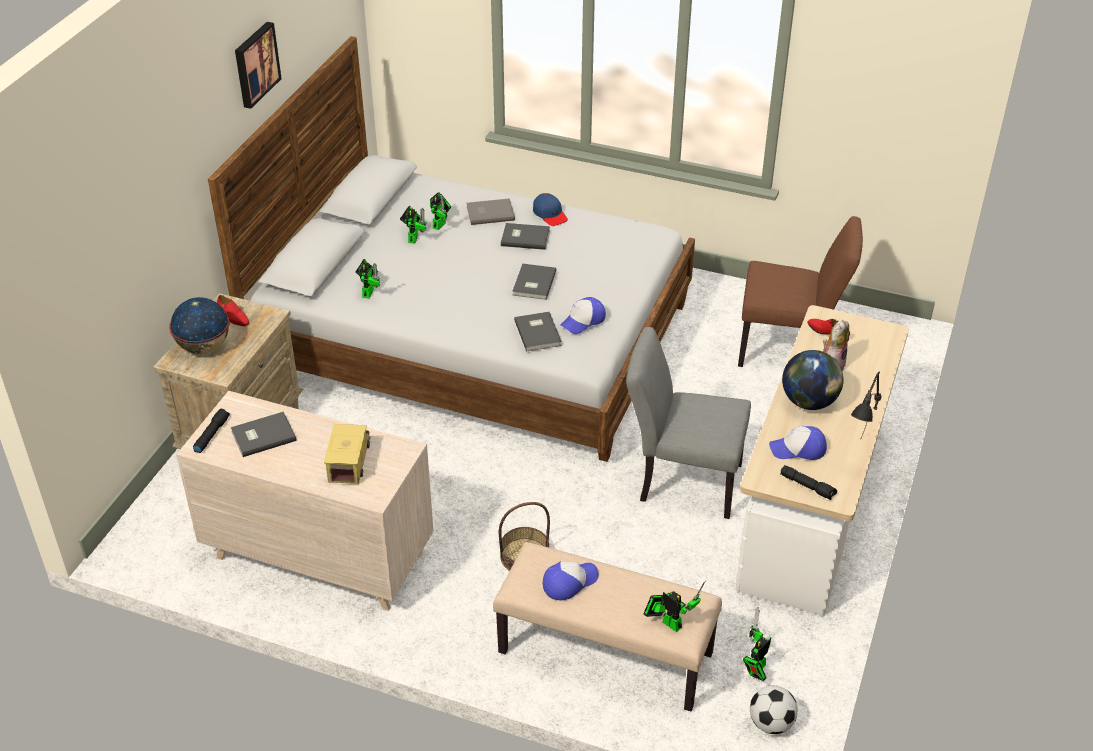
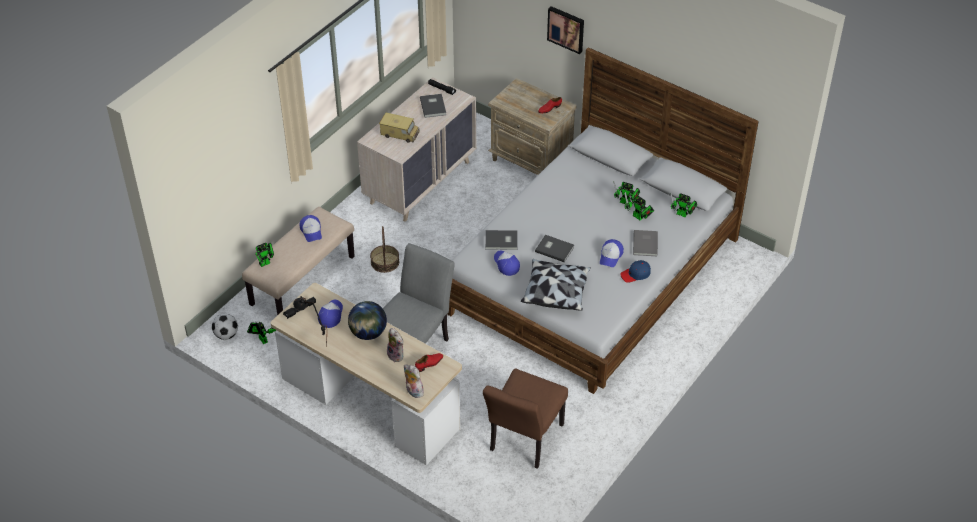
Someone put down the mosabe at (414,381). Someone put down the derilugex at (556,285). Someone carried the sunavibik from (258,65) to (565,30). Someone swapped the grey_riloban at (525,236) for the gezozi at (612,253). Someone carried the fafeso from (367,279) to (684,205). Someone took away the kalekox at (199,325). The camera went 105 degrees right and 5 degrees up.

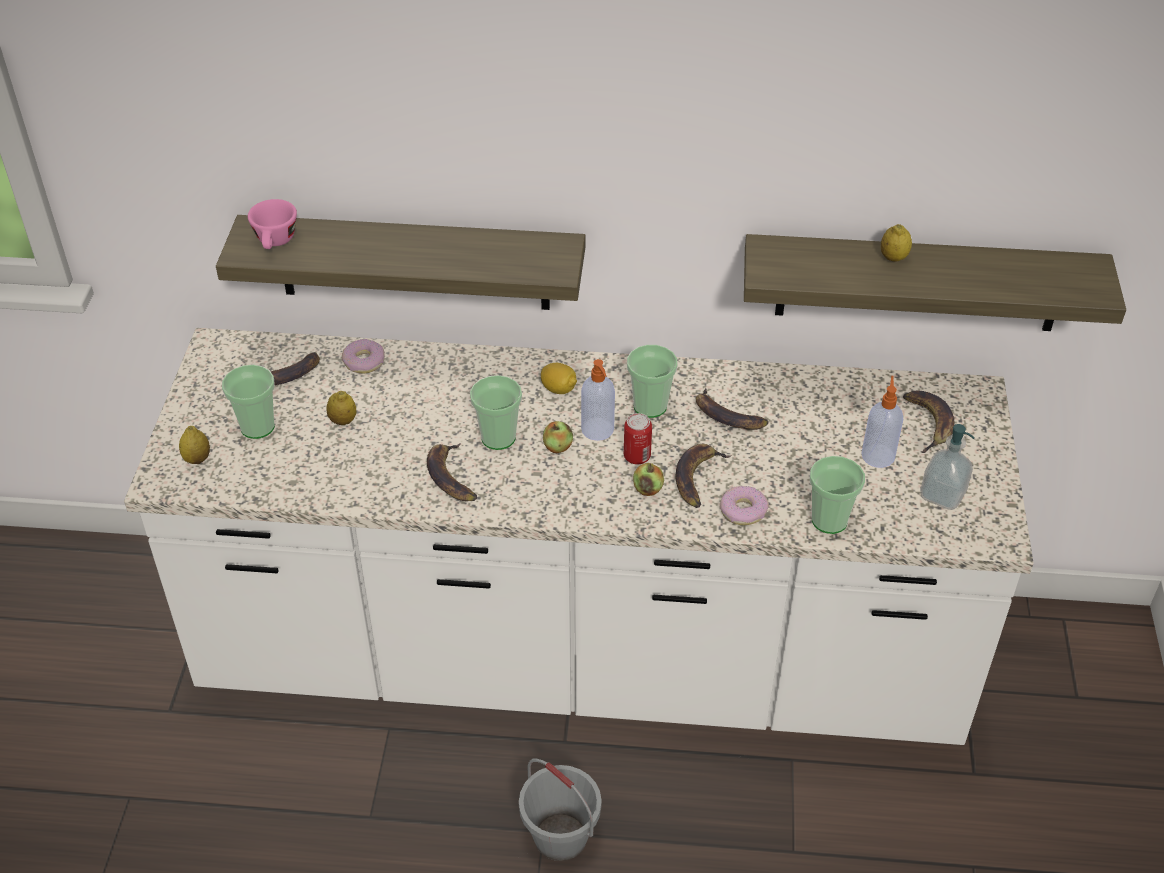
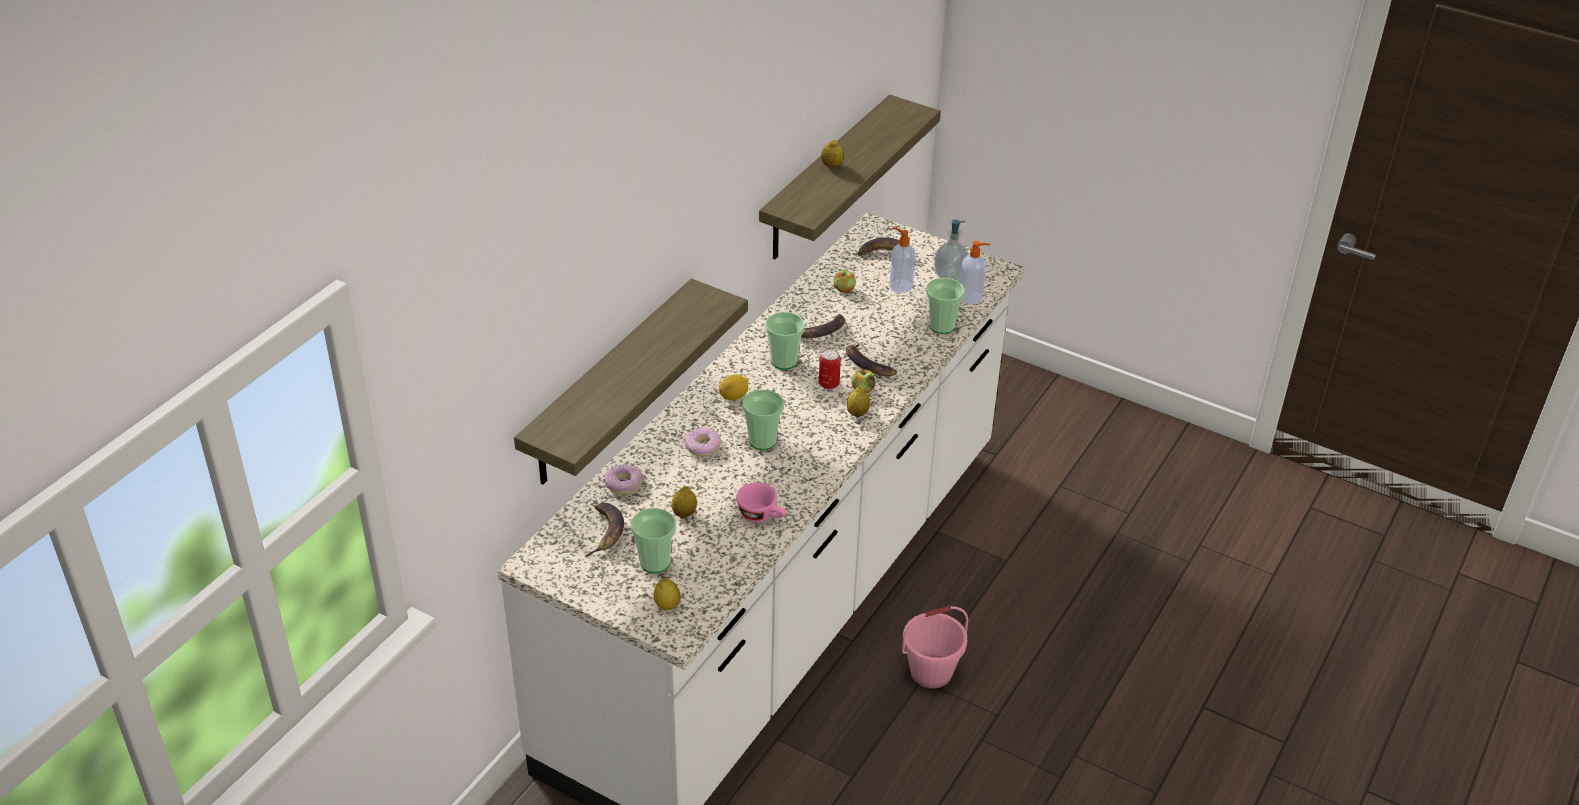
Someone carried the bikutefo from (744,505) to (703,442). Someone carried the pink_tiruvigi from (272,224) to (761,502). Someone carried the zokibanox from (558,437) to (844,281). Someone put down the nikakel at (858,401). Someone repainted the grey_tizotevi at (560,810), which became the pink_tizotevi at (935,646). Someone carried the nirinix from (598,400) to (975,272). Someone took away the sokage at (452,472). The camera went 65 degrees left and 5 degrees down.

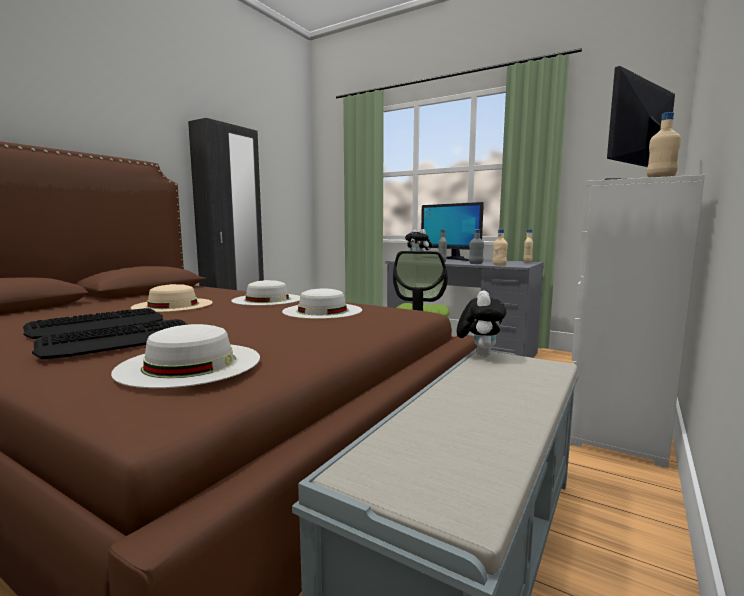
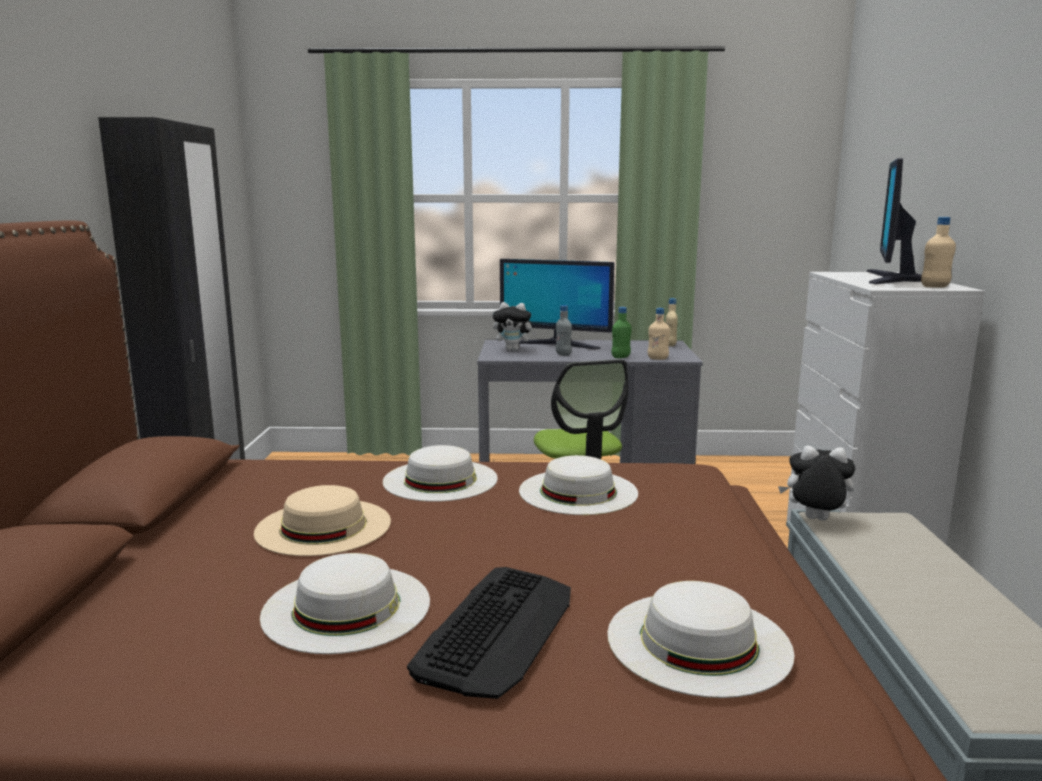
Someone swapped the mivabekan at (93,323) for the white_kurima at (345,603). Someone repainted the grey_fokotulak at (476,246), which became the green_fokotulak at (621,332). Someone rotated the mosabe at (481,323) by 60 degrees counterclockwise. The camera went 30 degrees left and 5 degrees up.

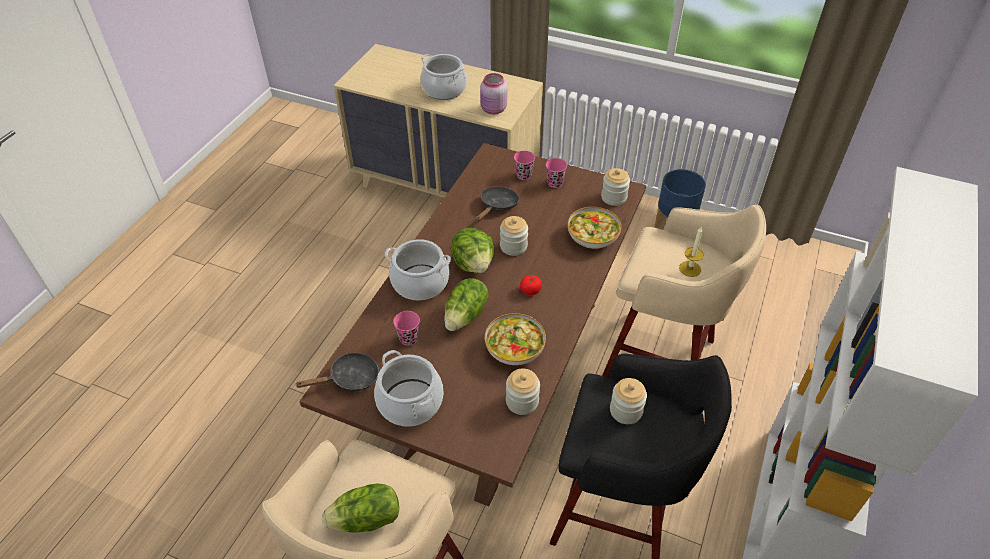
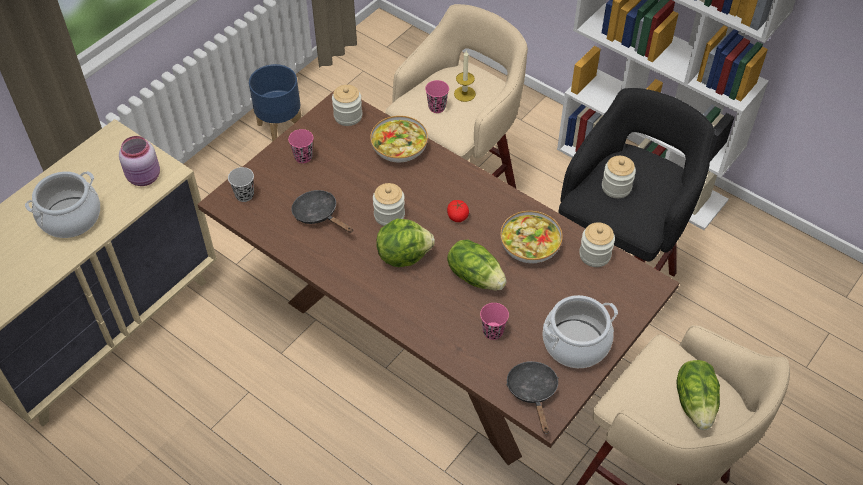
Someone put down the black_tiruvigi at (241,184). Someone carried the pink_tiruvigi from (524,165) to (437,96). Someone took away the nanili at (418,270). The camera went 75 degrees left and 5 degrees up.

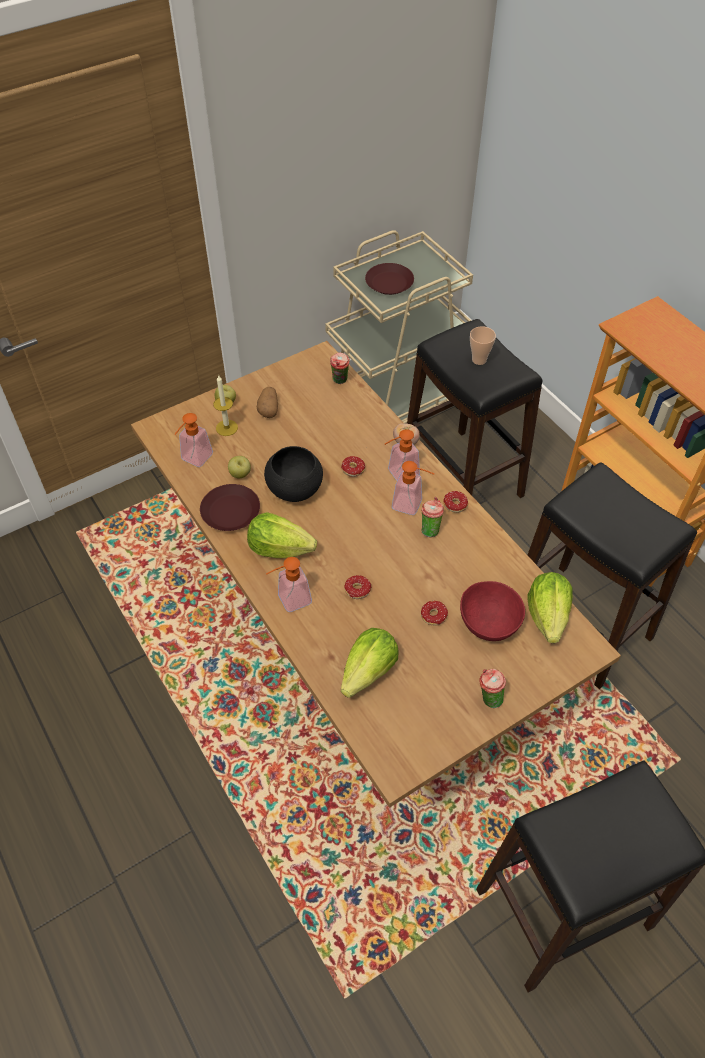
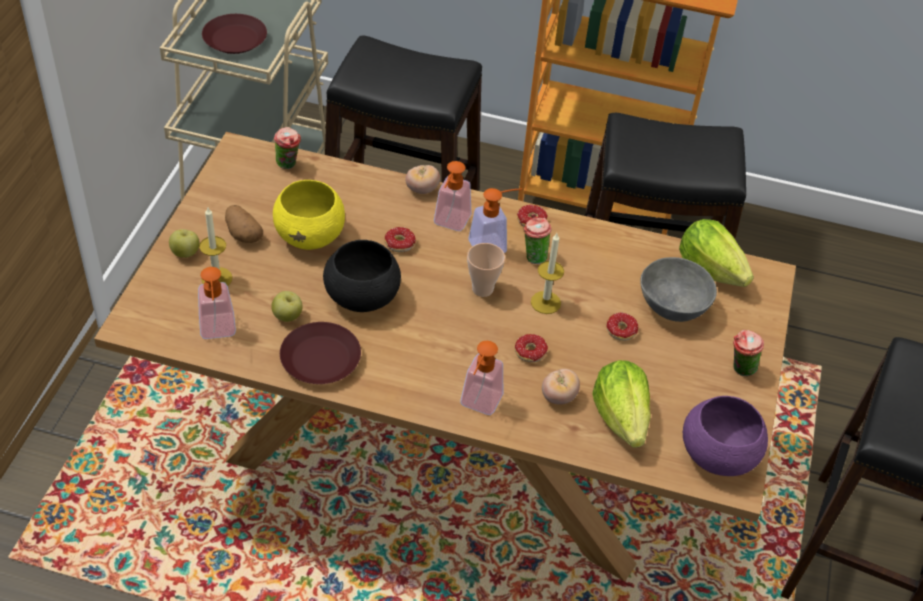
Someone put down the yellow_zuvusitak at (309,215). Someone carried the tiruvigi from (483,345) to (486,270). Someone put down the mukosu at (547,273). Someone put down the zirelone at (561,387). Someone repainted the red_zuvusitak at (492,611), which became the grey_zuvusitak at (678,289). Someone put down the purple_zuvusitak at (725,436). Someone took away the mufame at (282,535). The camera went 45 degrees left and 5 degrees down.

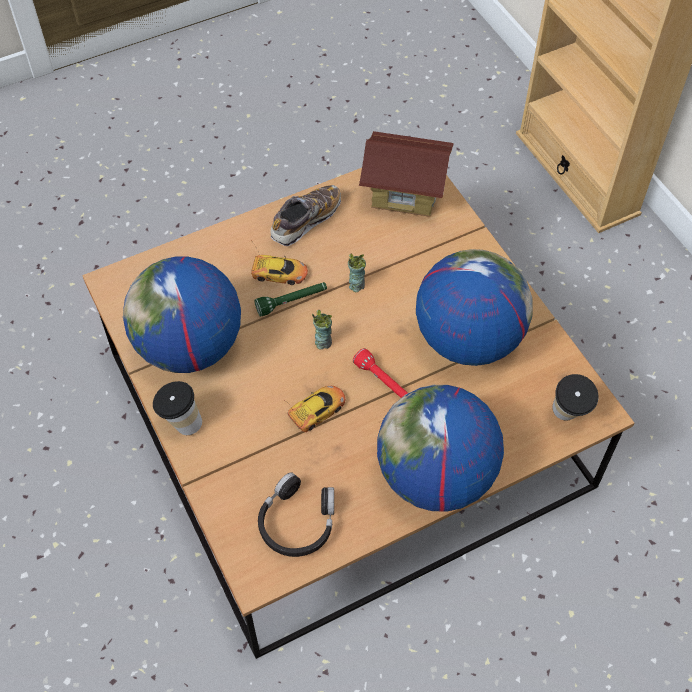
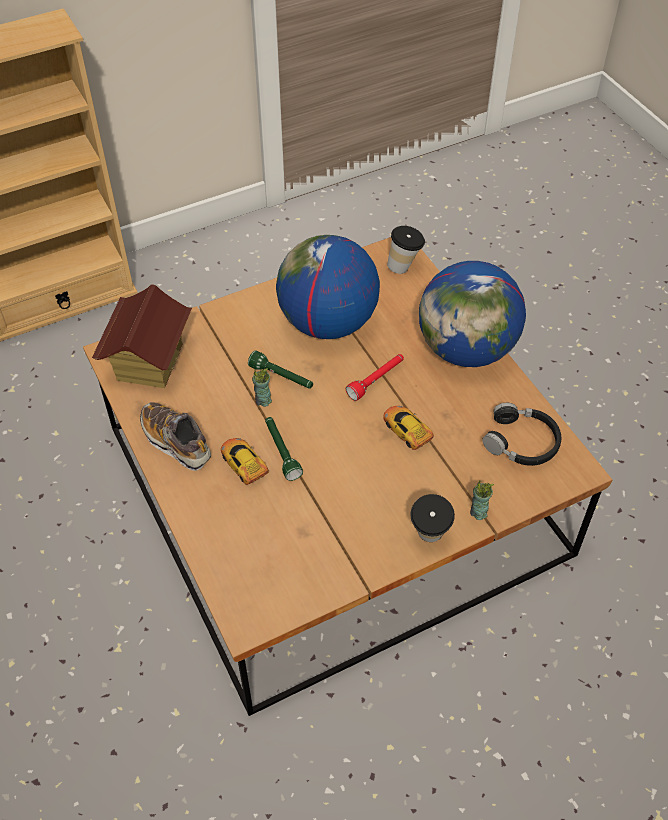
Someone rotated the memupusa at (279,262) by 45 degrees counterclockwise. Someone put down the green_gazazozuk at (280,370). Someone carried the tiruvigi from (322,329) to (482,500). Someone took away the kalekox at (182,314). The camera went 90 degrees left and 5 degrees down.

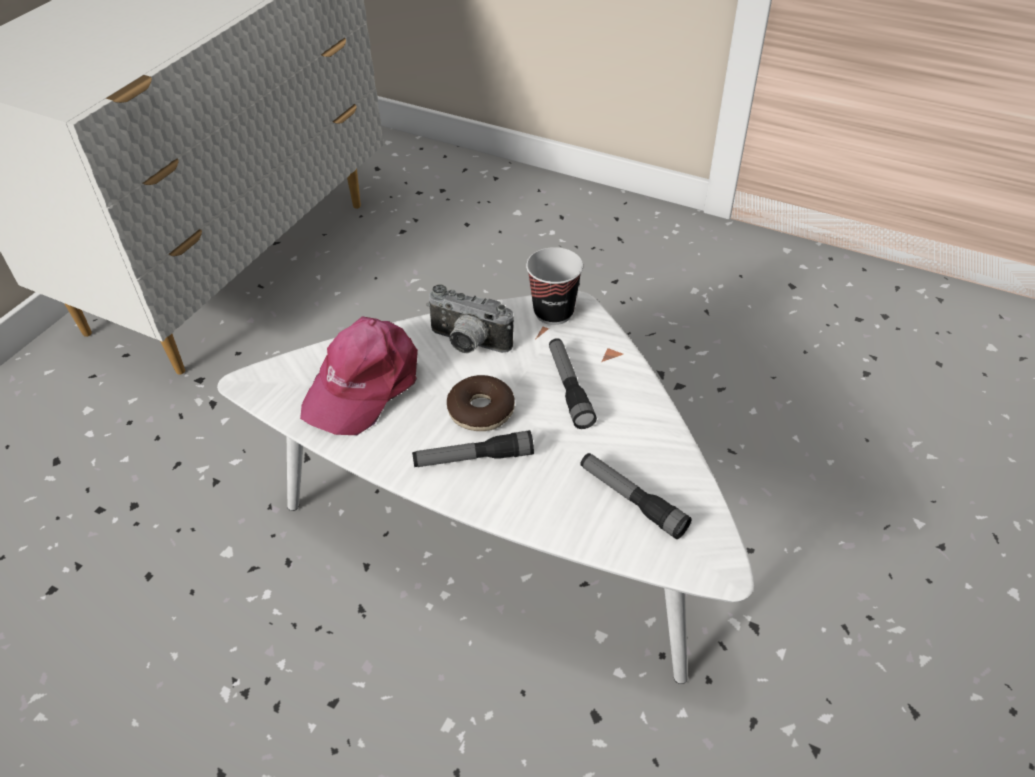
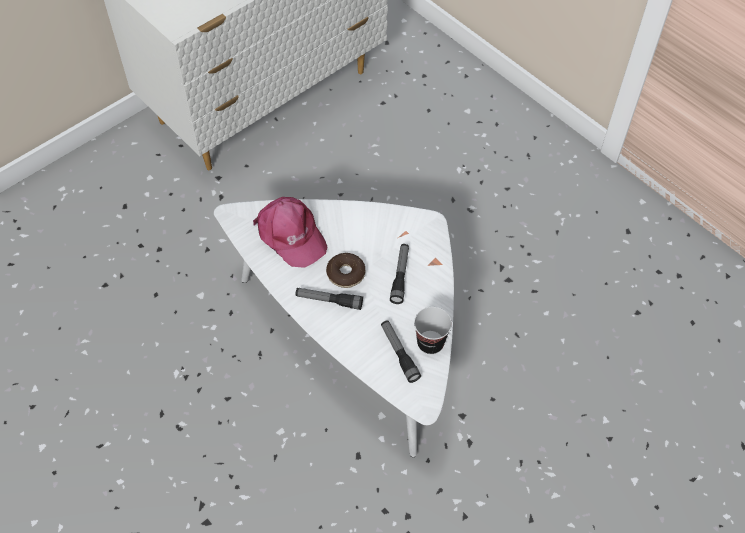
Someone rotated the pink_gezozi at (359,375) by 90 degrees counterclockwise. Someone carried the tiruvigi from (554,286) to (433,330). Someone took away the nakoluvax at (470,319). The camera went 20 degrees right and 10 degrees up.

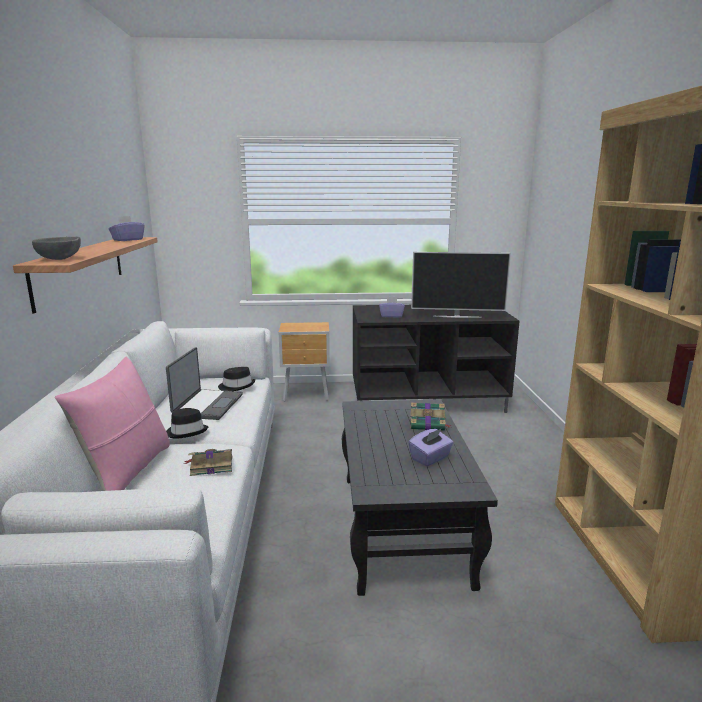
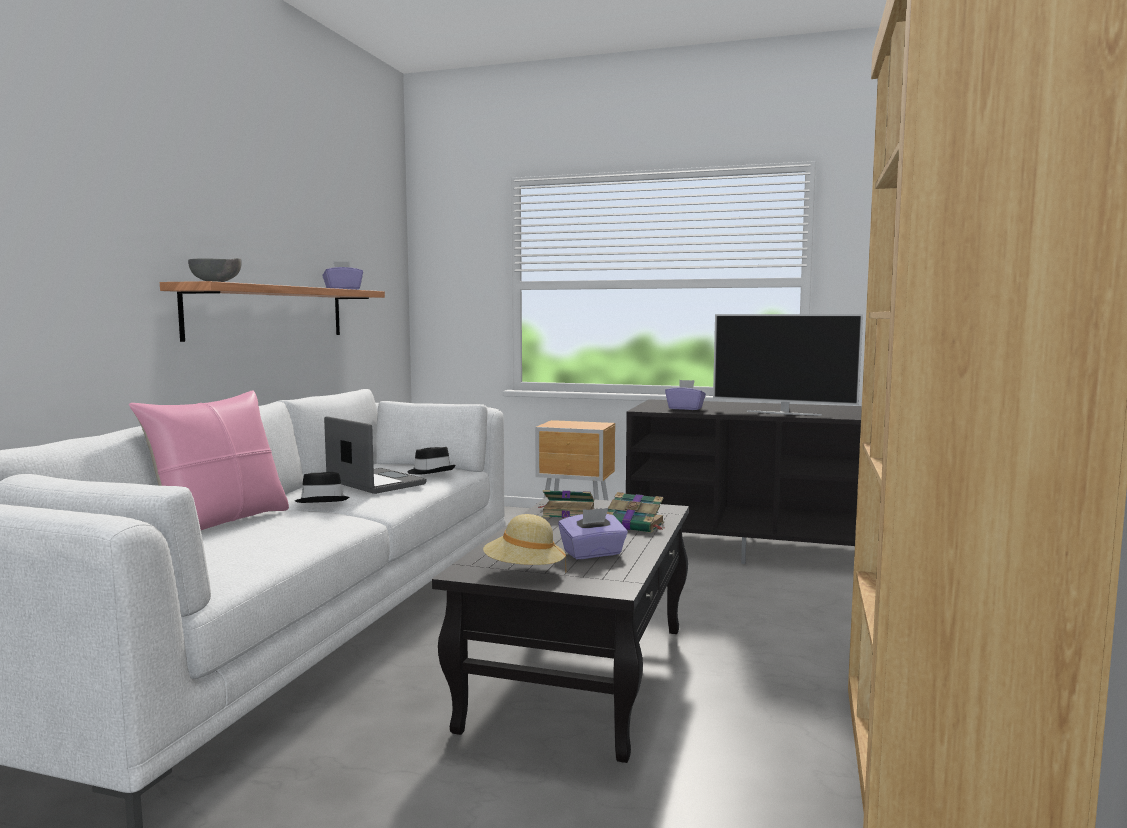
Someone rotated the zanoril at (204,383) by 75 degrees counterclockwise. Someone put down the beige_kurima at (524,543). Someone carried the riloban from (208,462) to (566,504). The camera went 20 degrees right and 10 degrees down.

